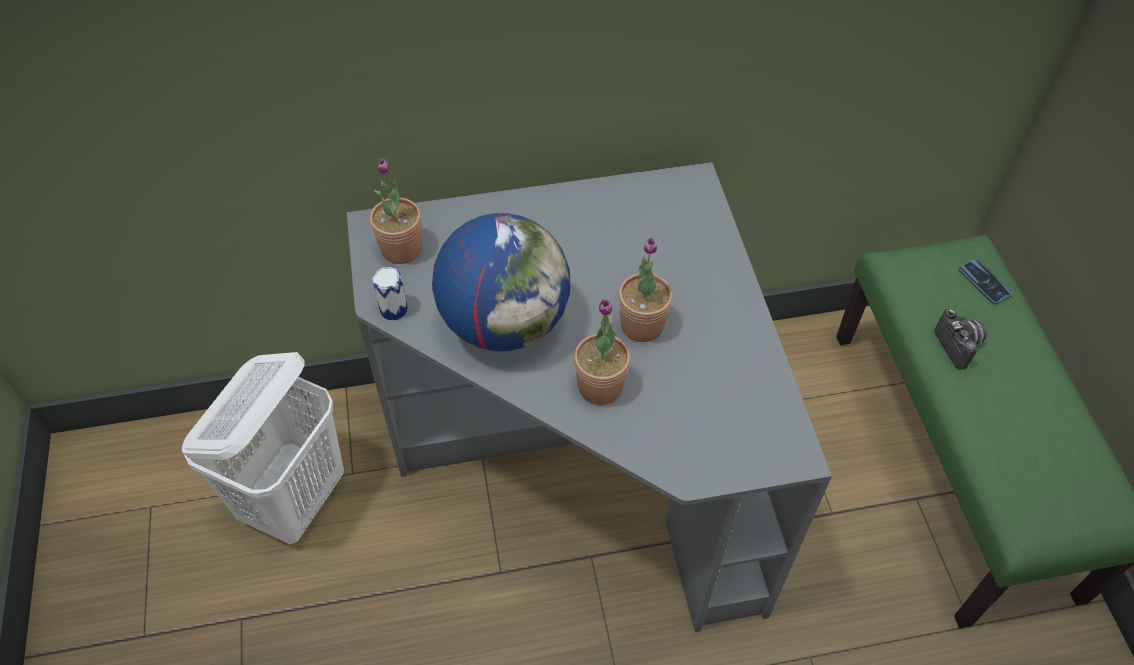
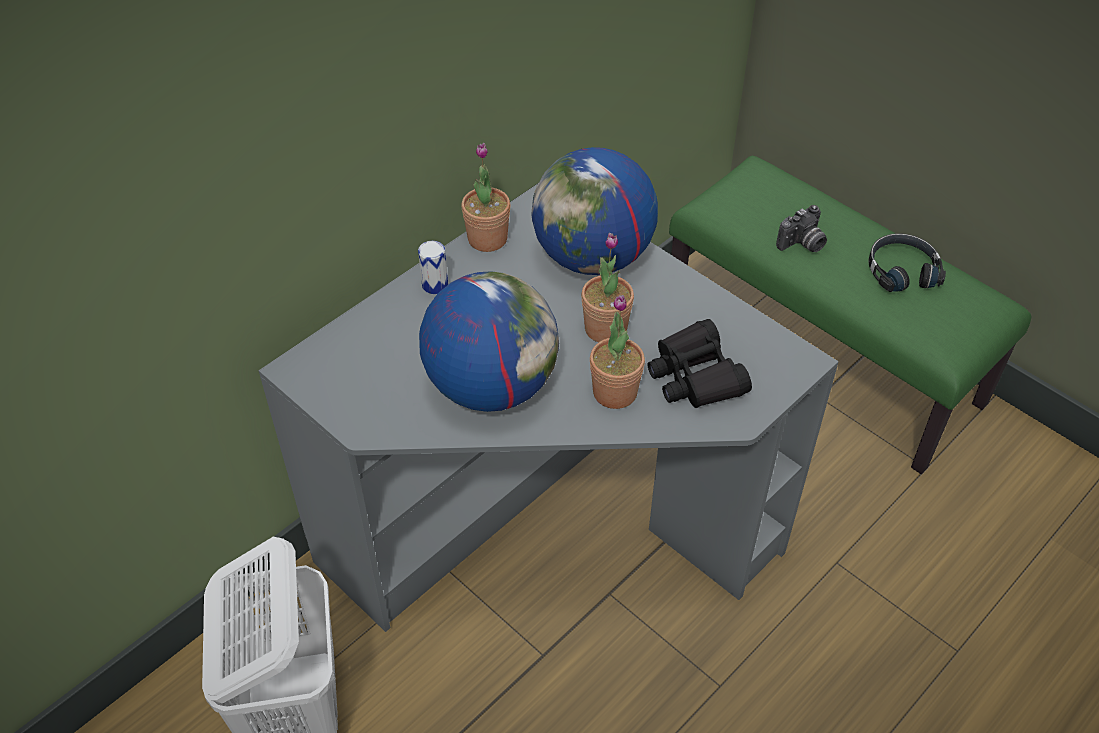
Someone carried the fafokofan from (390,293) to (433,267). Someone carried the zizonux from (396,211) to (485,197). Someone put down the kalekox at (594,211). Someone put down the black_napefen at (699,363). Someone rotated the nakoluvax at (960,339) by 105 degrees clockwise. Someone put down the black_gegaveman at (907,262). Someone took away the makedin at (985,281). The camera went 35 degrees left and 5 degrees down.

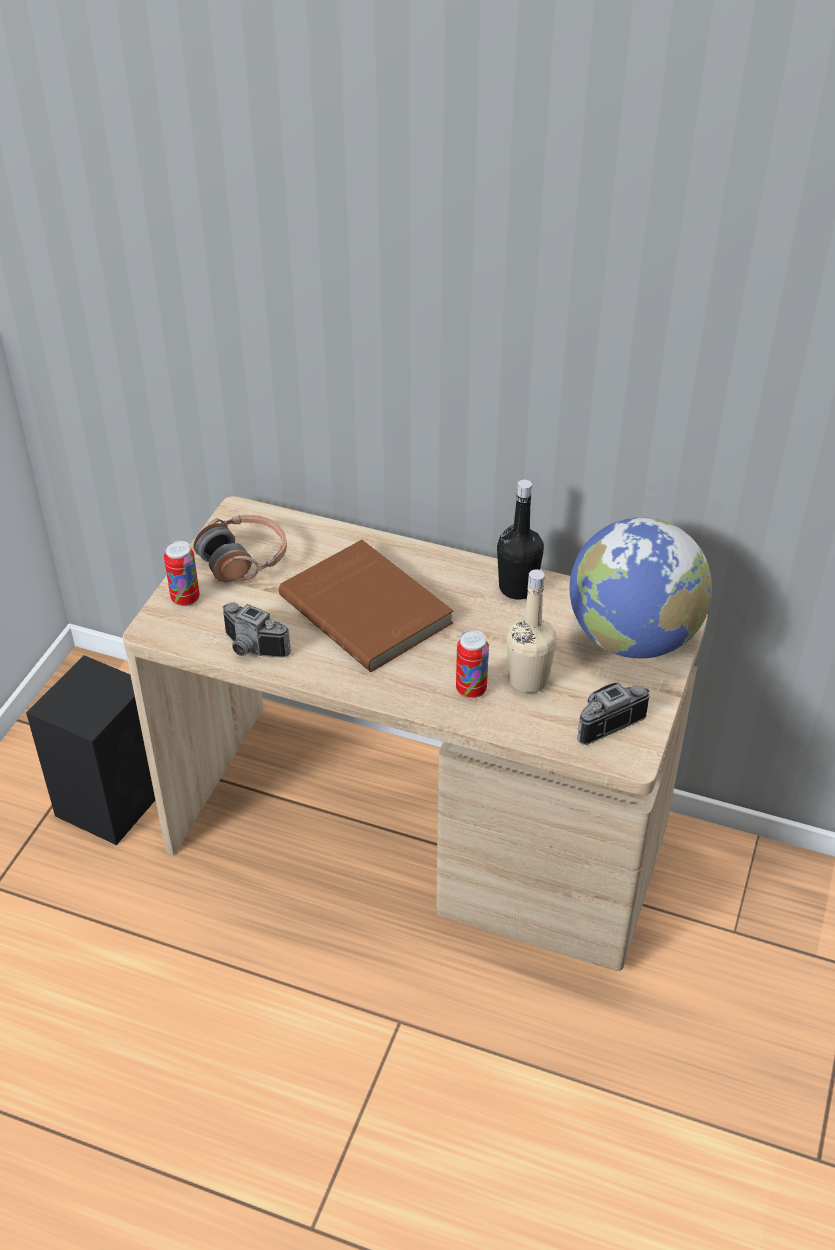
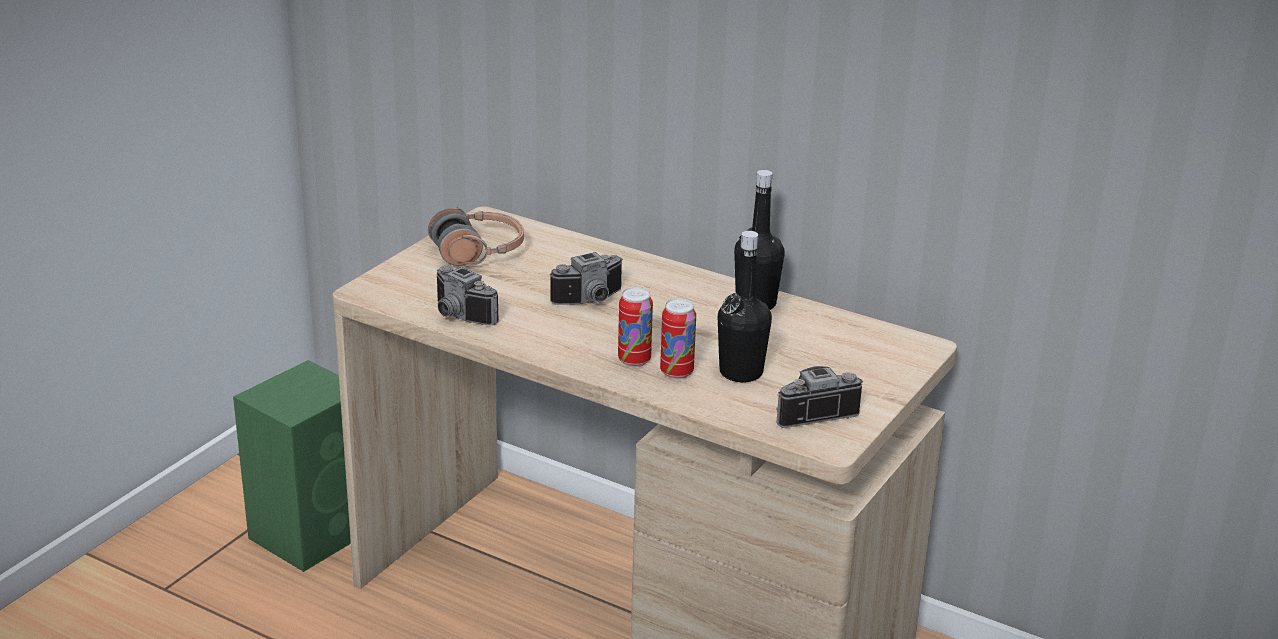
Someone repainted the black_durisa at (90,750), which became the green_durisa at (292,466). Someone swapped the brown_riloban at (366,606) for the nakoluvax at (586,278). Someone carried the fafokofan from (182,573) to (635,327). Someone repainted the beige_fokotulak at (532,631), which became the black_fokotulak at (745,306). Someone took away the kalekox at (641,587). The camera went 10 degrees right and 15 degrees down.

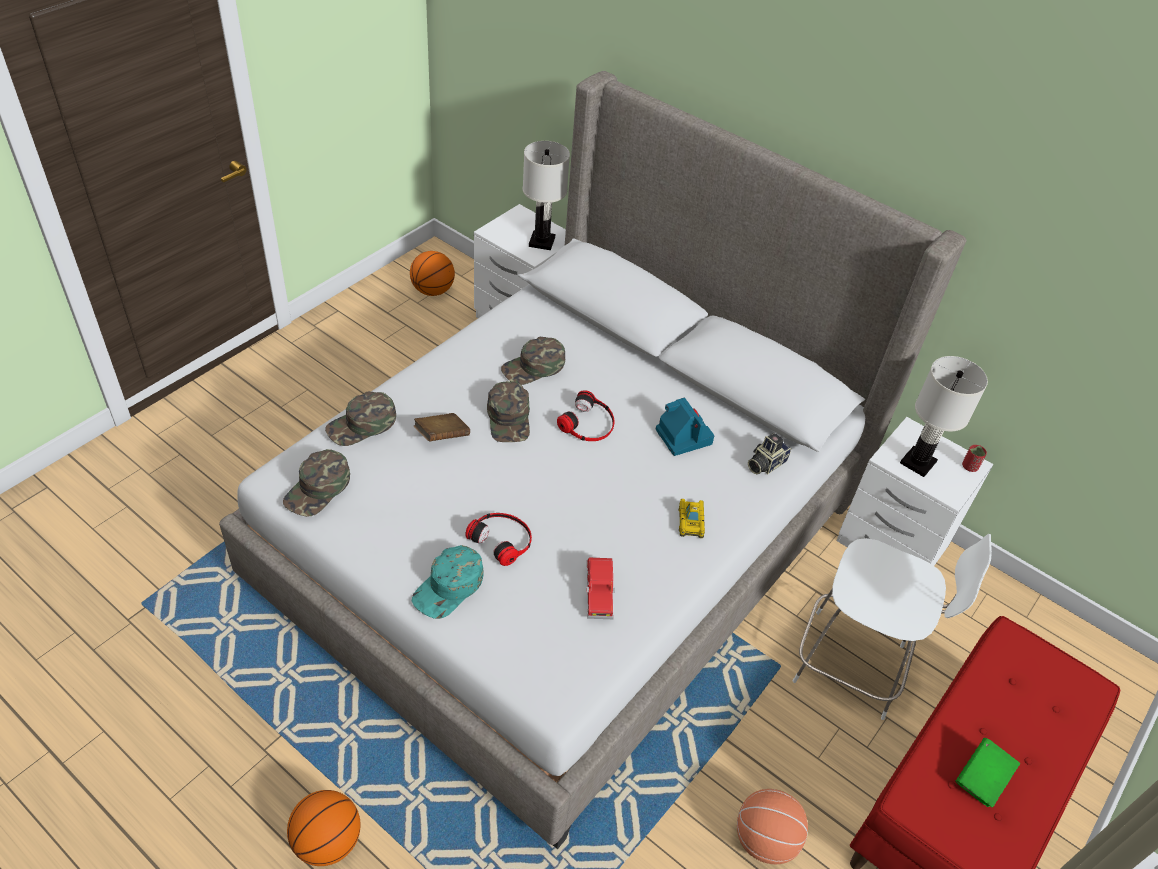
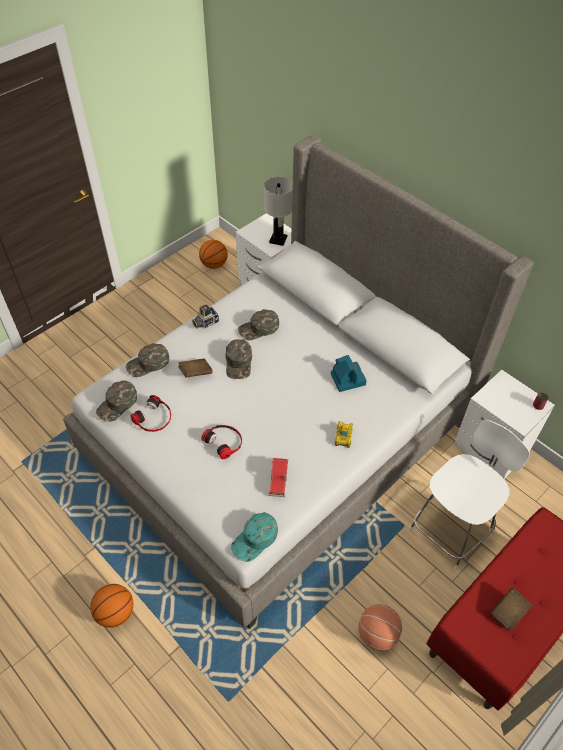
Someone carried the gegaveman from (585,415) to (151,413). Someone carried the nakoluvax from (769,453) to (205,316). Someone carried the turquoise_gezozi from (447,582) to (254,537). Someone rotated the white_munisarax at (892,627) by 75 degrees counterclockwise. Someone repainted the green_riloban at (987,772), which became the brown_riloban at (511,609). Someone took away the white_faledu at (944,416). The camera went 10 degrees right and 5 degrees up.

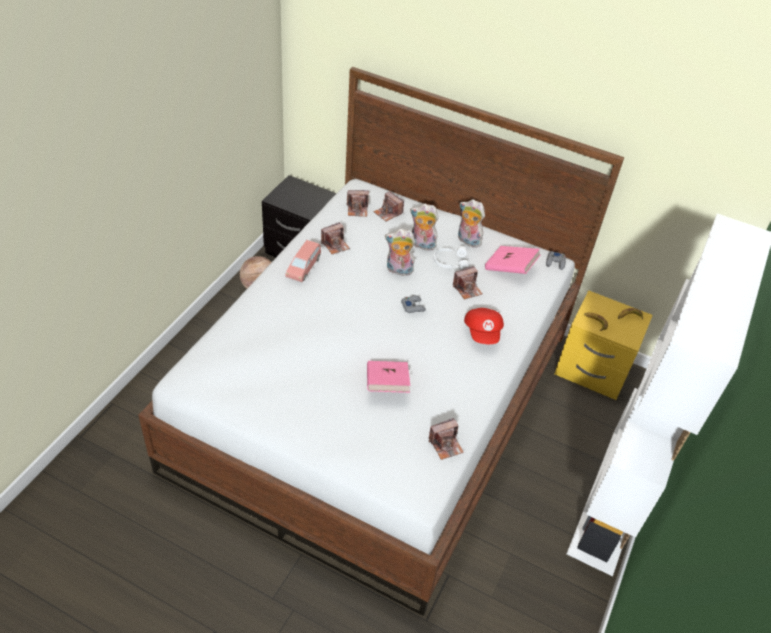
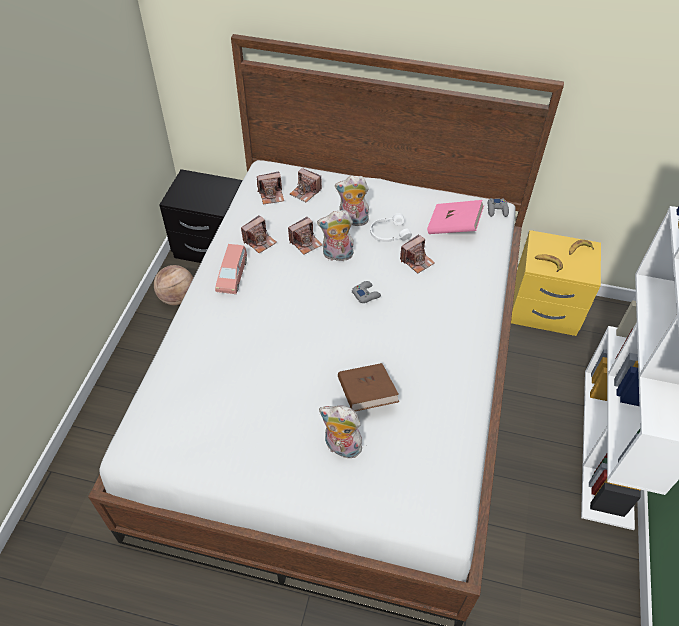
Someone carried the nakoluvax from (446,439) to (305,236). Someone carried the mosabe from (471,223) to (341,433). Someone repainted the pink_riloban at (388,377), which became the brown_riloban at (368,387). Someone took away the red_gezozi at (484,326). The camera went 10 degrees left and 5 degrees up.

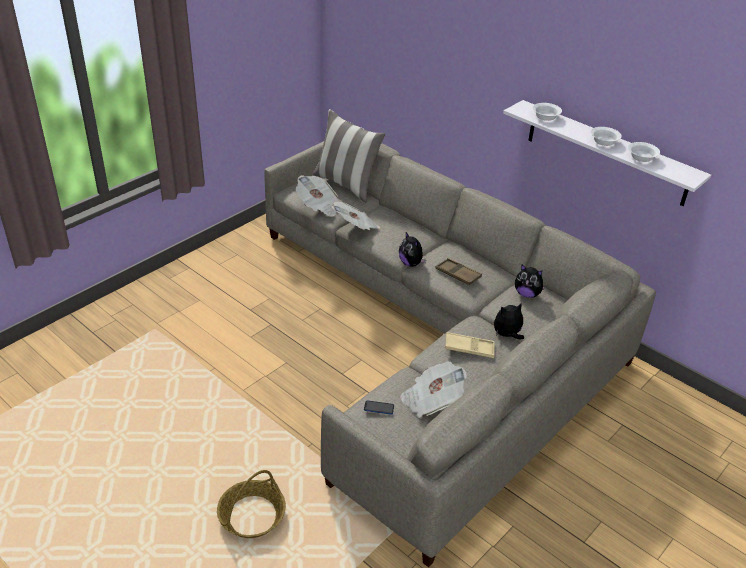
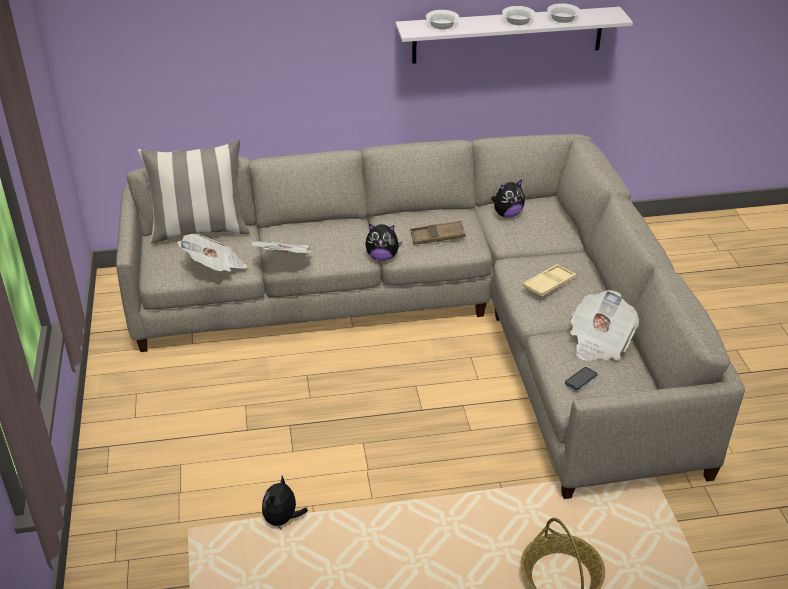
Someone carried the mosabe from (509,321) to (285,503). The camera went 50 degrees left and 0 degrees up.

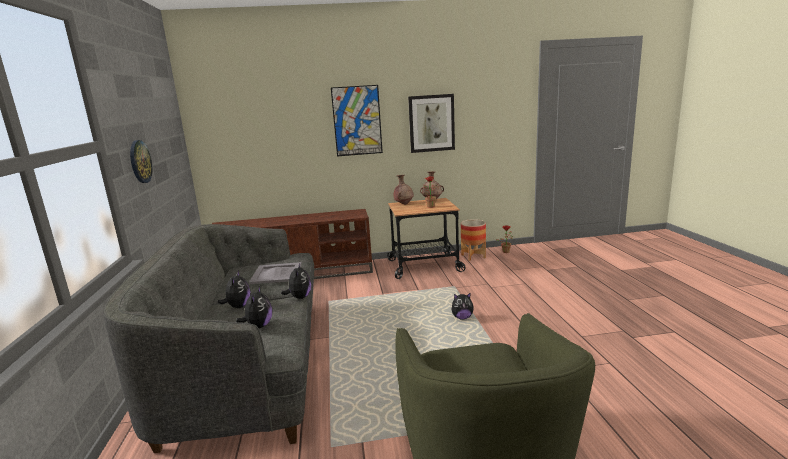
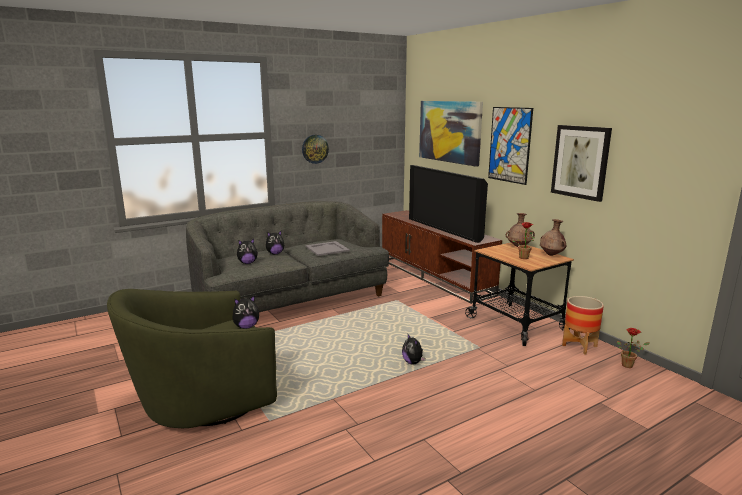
Someone carried the mosabe from (296,281) to (245,312). Someone put down the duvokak at (448,204). Someone put up the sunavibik at (451,134). The camera went 65 degrees right and 0 degrees up.

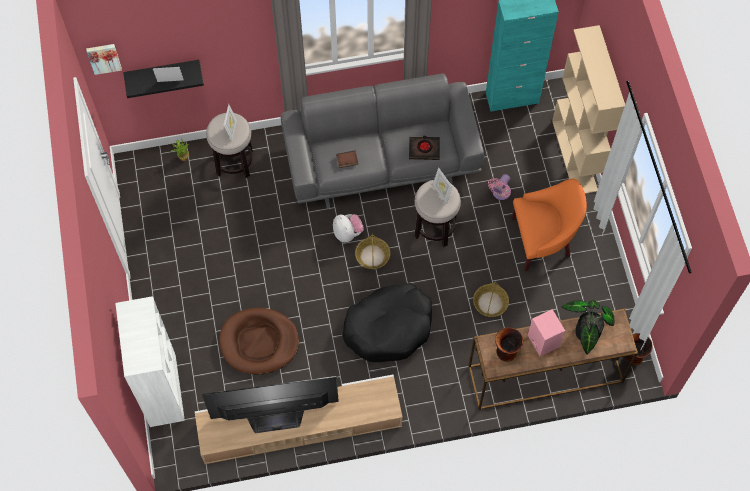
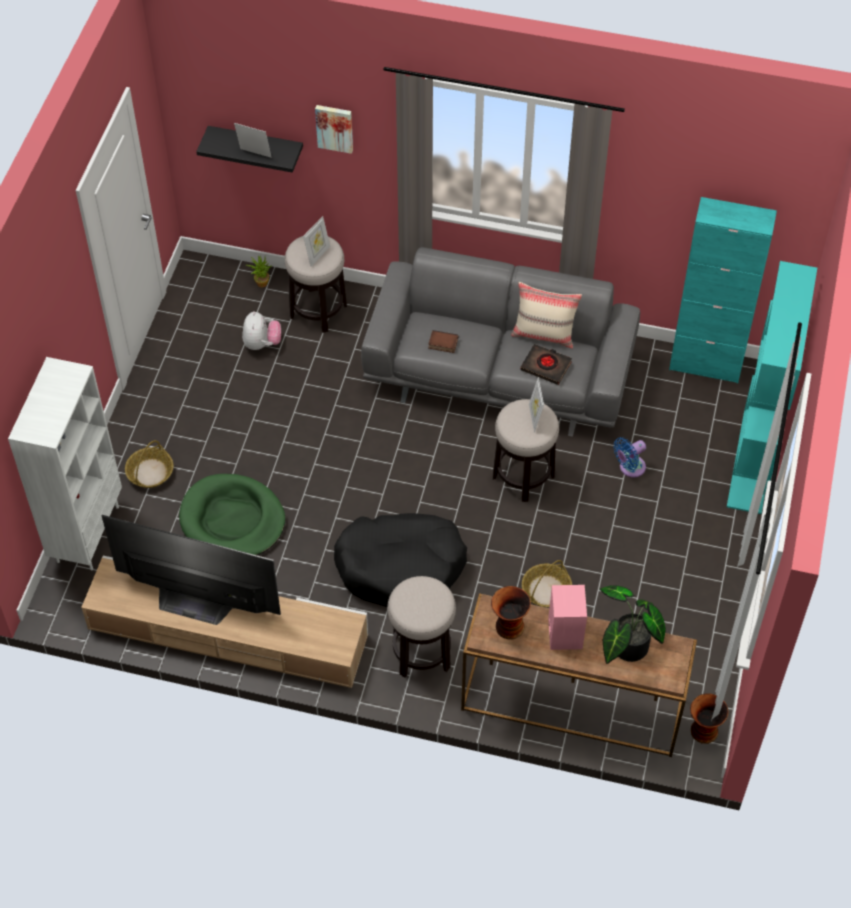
Someone carried the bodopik from (372,251) to (149,464). Someone repainted the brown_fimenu at (259,341), which became the green_fimenu at (232,514). Someone carried the mosabe from (348,228) to (261,330). Someone carried the sunavibik from (104,59) to (334,129). Someone put down the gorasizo at (421,627). Someone put down the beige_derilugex at (546,315). Someone repainted the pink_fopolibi at (499,187), which became the blue_fopolibi at (629,457). Someone repainted the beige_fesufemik at (588,109), which became the turquoise_fesufemik at (772,387). Someone took away the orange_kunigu at (549,224). The camera went 25 degrees right and 10 degrees down.

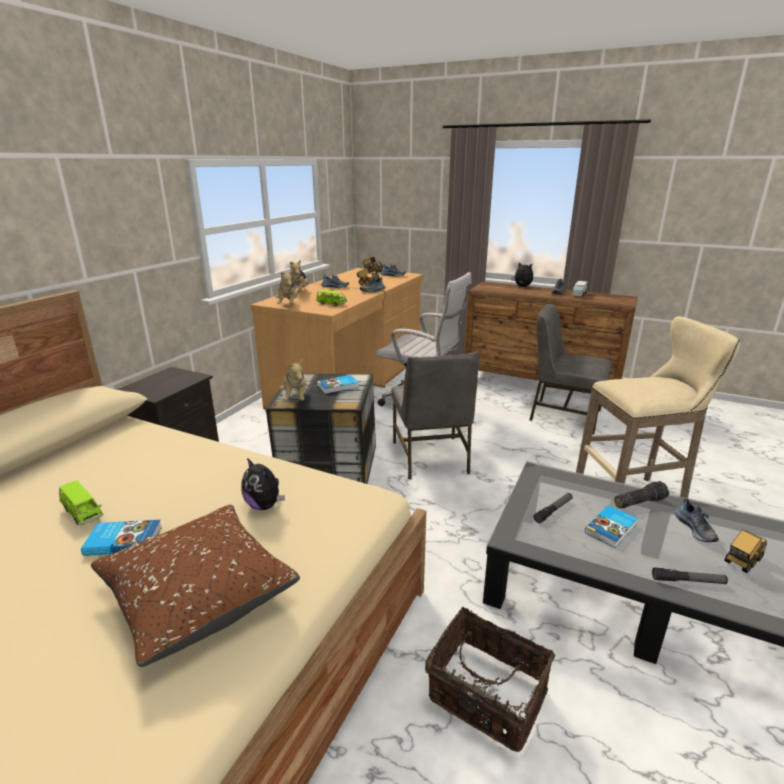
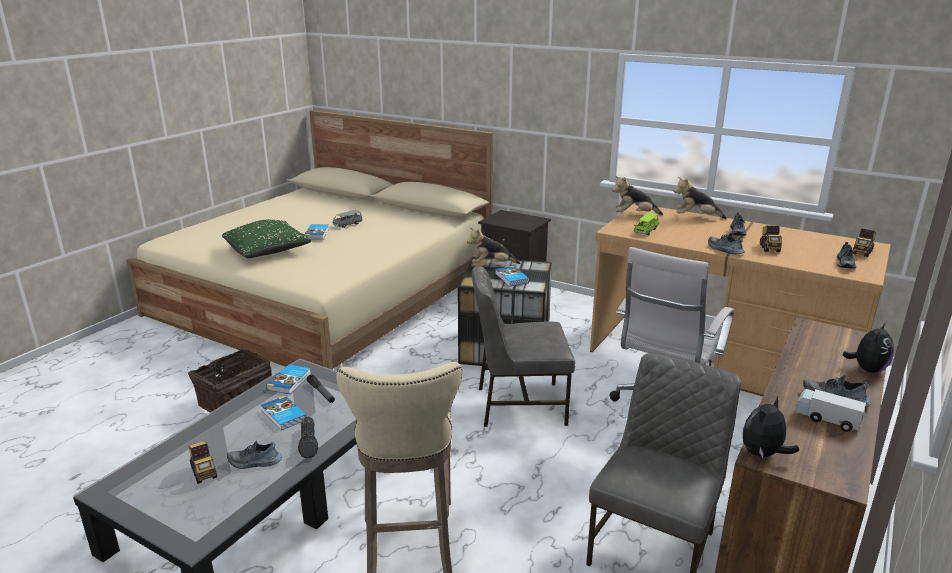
Someone repainted the brown_derilugex at (195,586), which became the green_derilugex at (267,239). Someone put down the riloban at (288,379). Someone repainted the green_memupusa at (81,503), which became the grey_memupusa at (347,219). Someone carried the mosabe from (263,484) to (771,427). Someone took away the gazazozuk at (690,575). The camera went 95 degrees right and 0 degrees up.

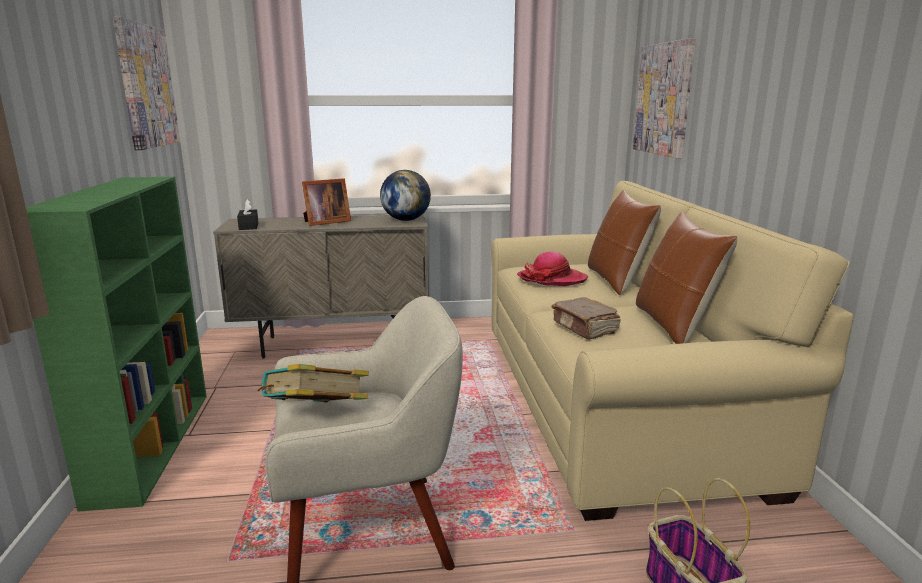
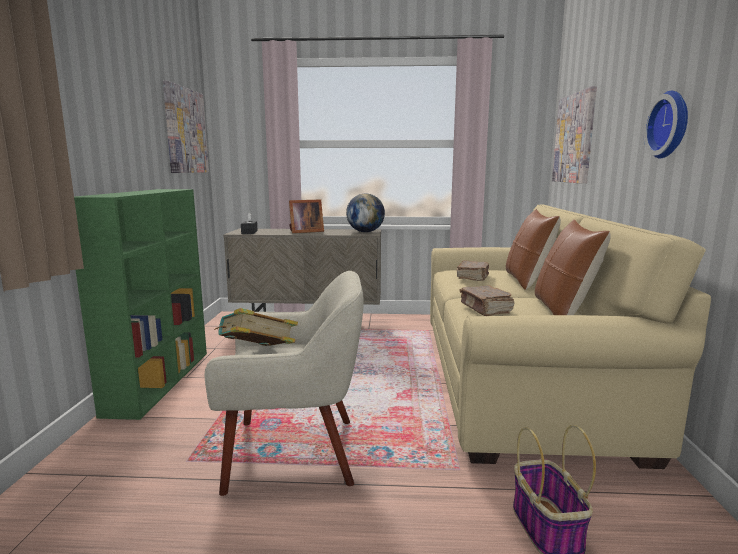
Someone swapped the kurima at (552,268) for the brown_riloban at (473,270). Someone put up the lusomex at (666,124). The camera went 10 degrees right and 5 degrees down.

